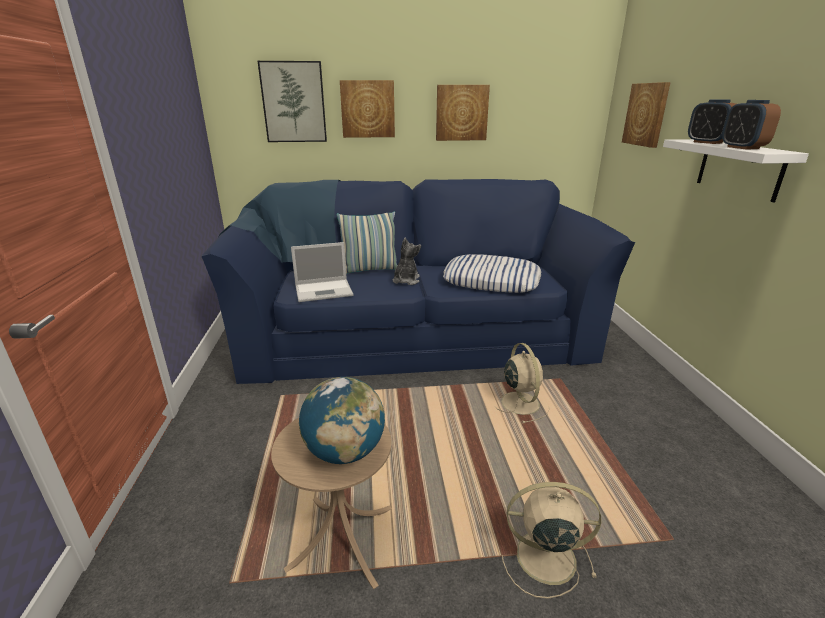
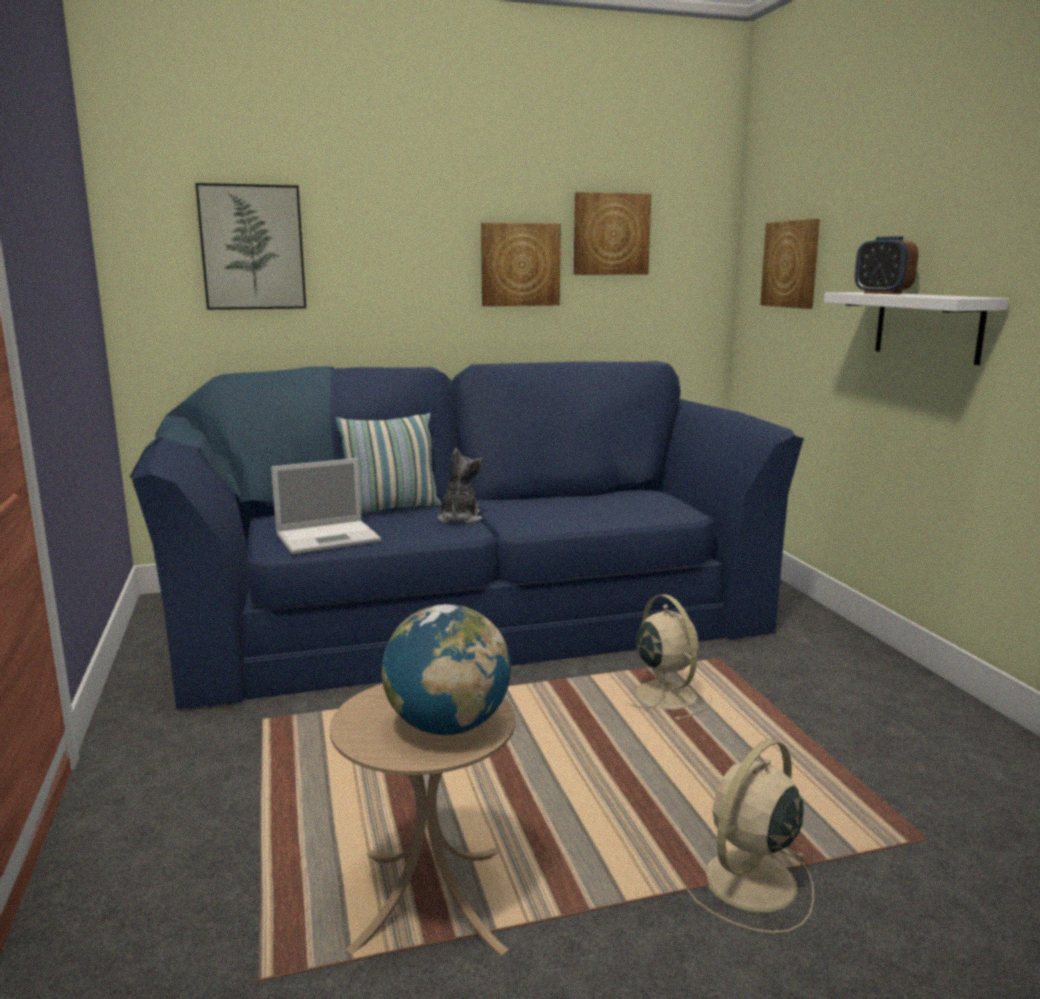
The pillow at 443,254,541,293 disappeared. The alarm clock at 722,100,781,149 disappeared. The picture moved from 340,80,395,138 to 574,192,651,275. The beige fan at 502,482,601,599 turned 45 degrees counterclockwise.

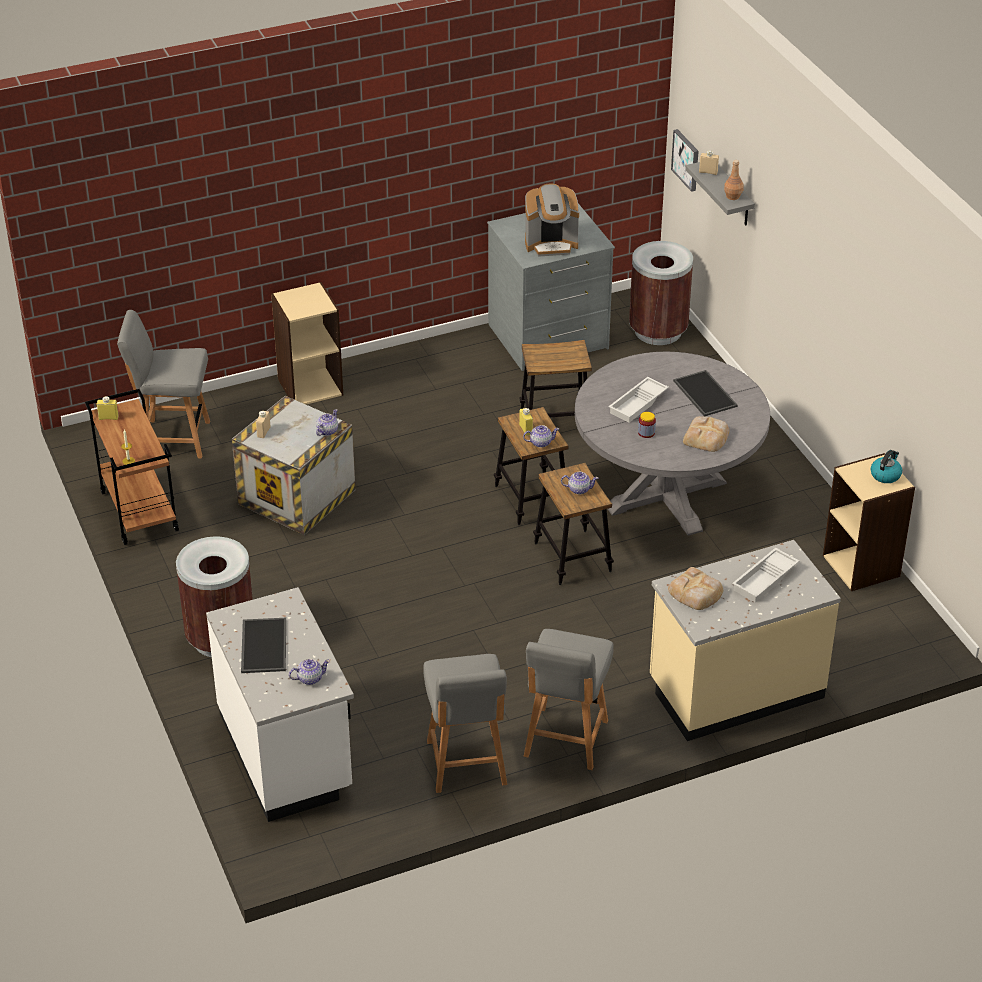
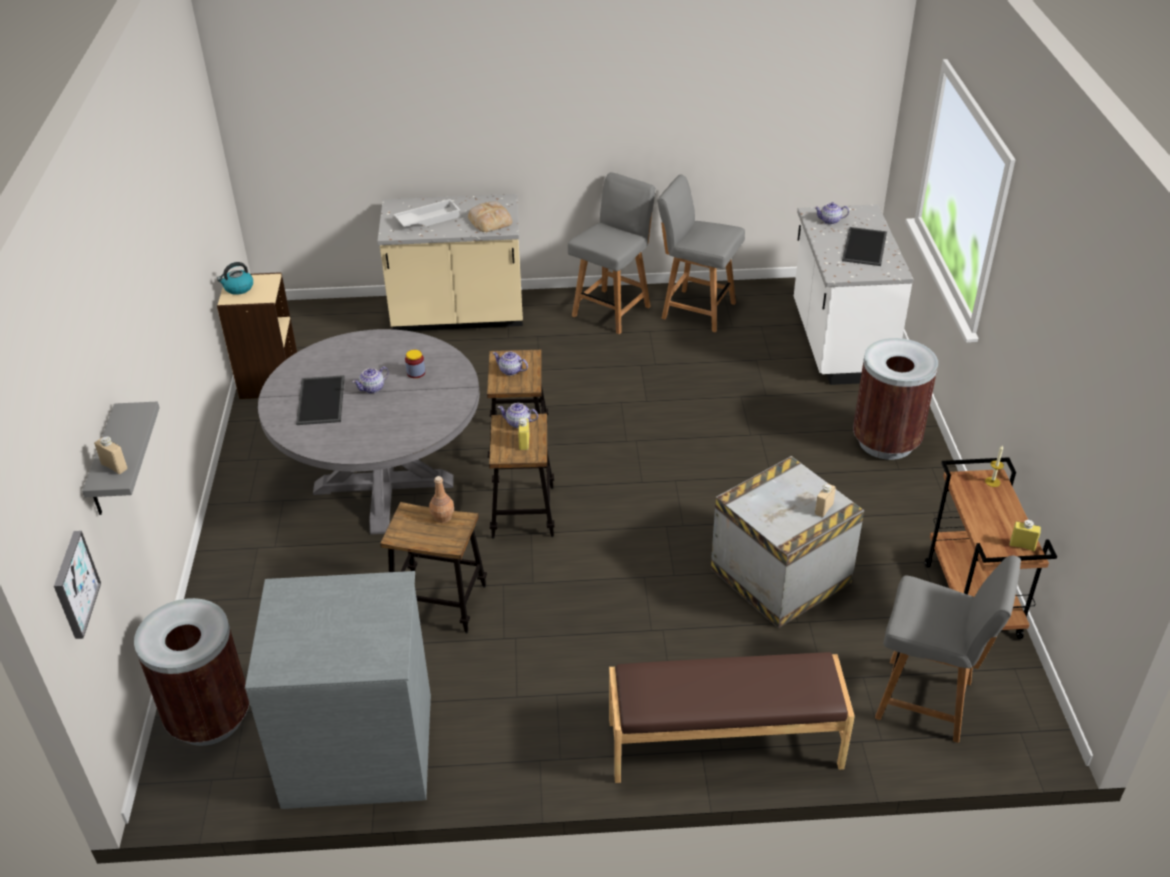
The coffee machine at 525,184,579,257 disappeared. The white tray at 608,377,669,423 disappeared. The bread at 683,416,729,452 disappeared. The teapot moved from 316,409,338,436 to 353,367,389,393. The brown bottle moved from 724,160,744,200 to 429,476,454,523. The beige bookcase at 271,282,343,404 was replaced by the brown bench at 609,652,855,783. The grey chair at 423,654,507,793 turned 75 degrees counterclockwise.

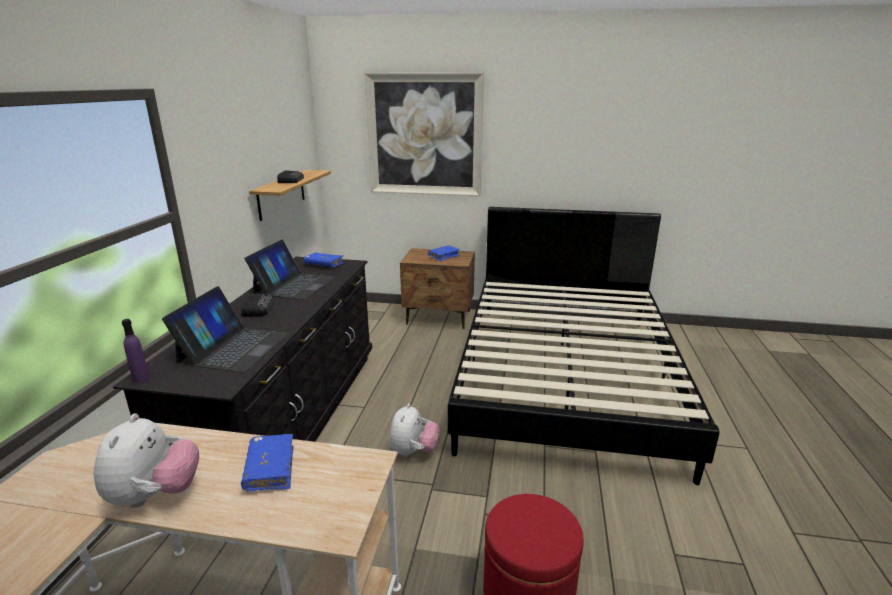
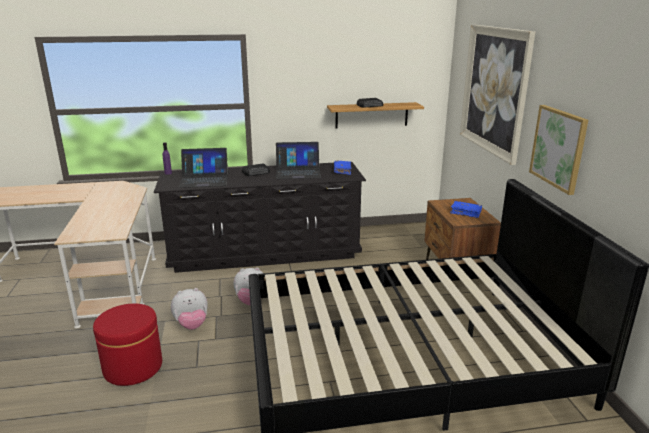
The blue book at 241,434,294,491 disappeared. The picture at 529,105,588,195 appeared. The plush toy moved from 94,414,199,508 to 171,288,208,330.

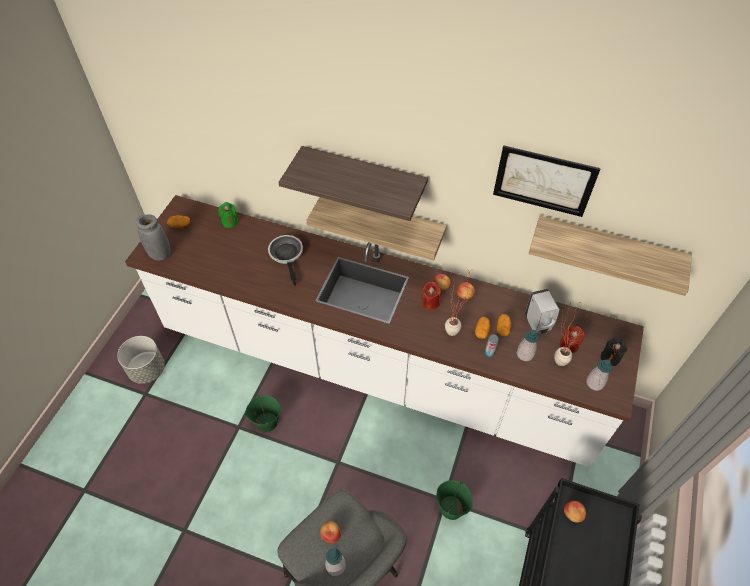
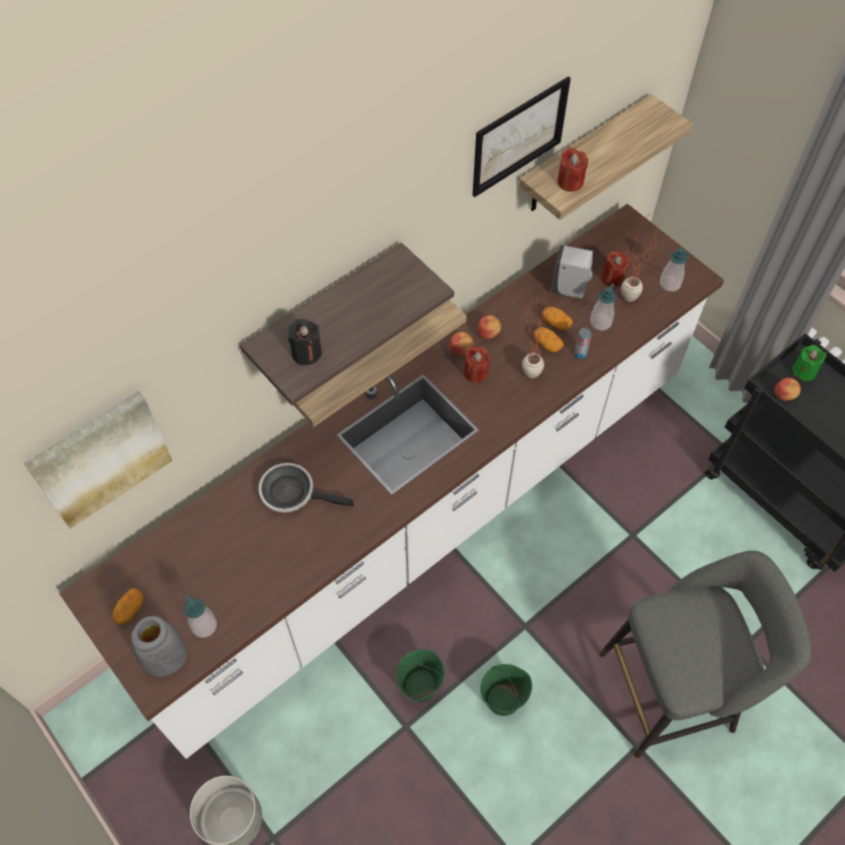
The apple at 320,521,341,543 disappeared. The picture at 24,391,172,529 appeared. The red candle at 557,147,588,192 appeared. The green candle moved from 218,202,238,228 to 792,345,826,381. The soap dispenser moved from 325,545,346,576 to 184,595,217,638. The green bucket moved from 436,480,473,520 to 480,664,532,716. The black candle moved from 600,338,627,366 to 288,319,322,365.

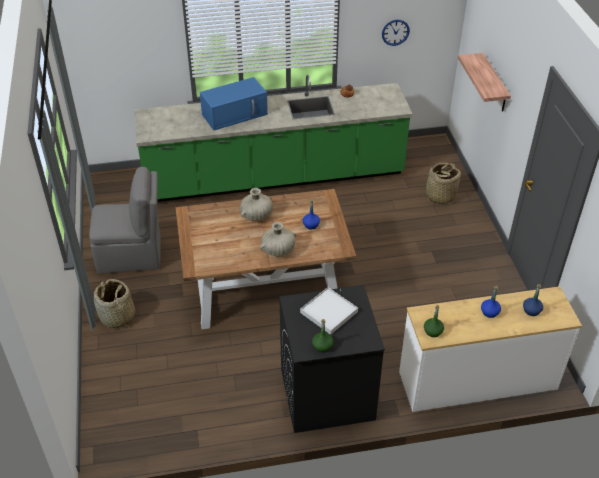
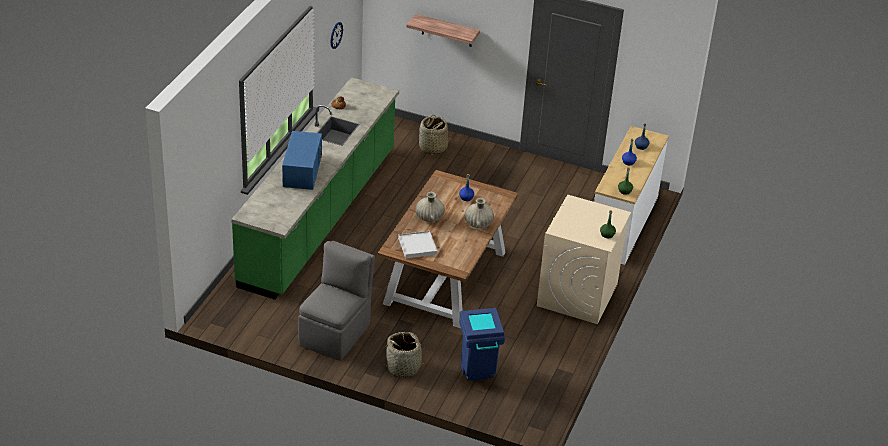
The blue trash can at 459,308,505,381 appeared. The white tray moved from 300,287,358,335 to 398,231,437,258. The black washing machine at 279,285,385,433 became the beige washing machine at 537,195,631,324.

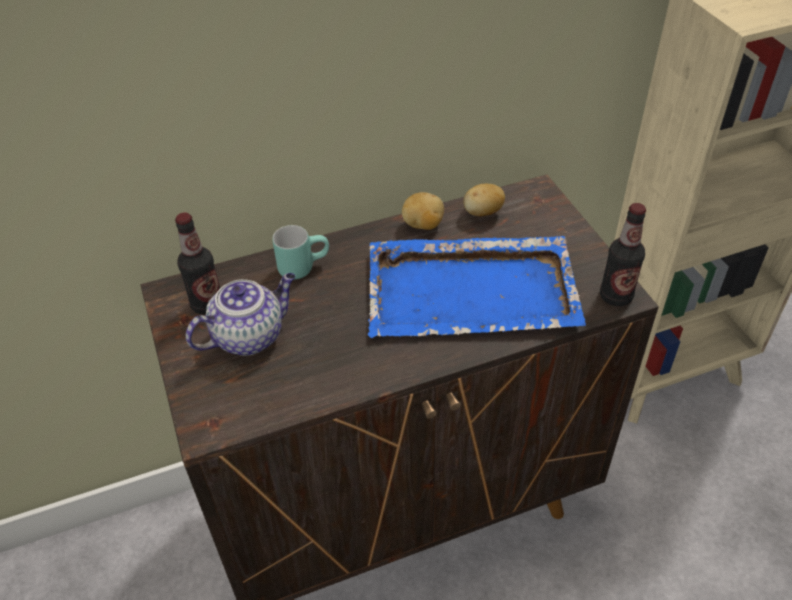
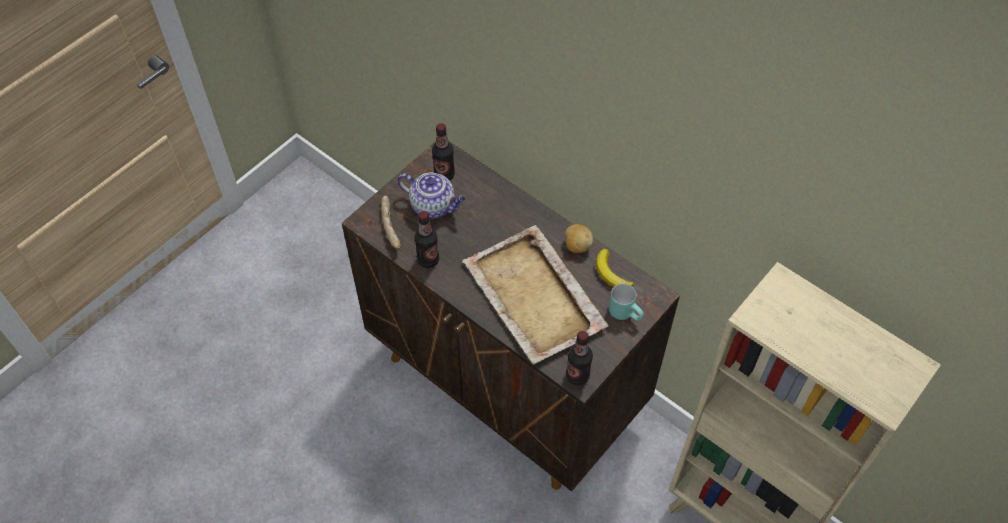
The bread at 381,195,401,250 appeared. The bottle at 414,211,439,268 appeared. The turquoise mug moved from 272,225,329,280 to 609,283,644,321. The potato at 463,184,505,216 was replaced by the banana at 596,249,634,287. The blue tray at 368,236,586,338 became the beige tray at 462,225,609,365.

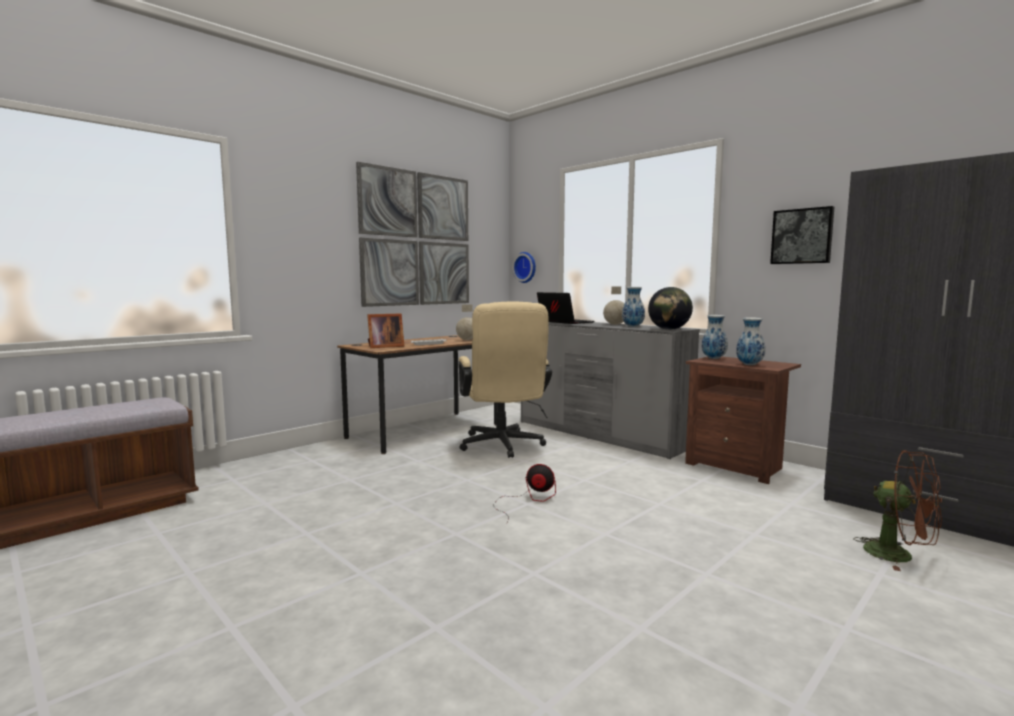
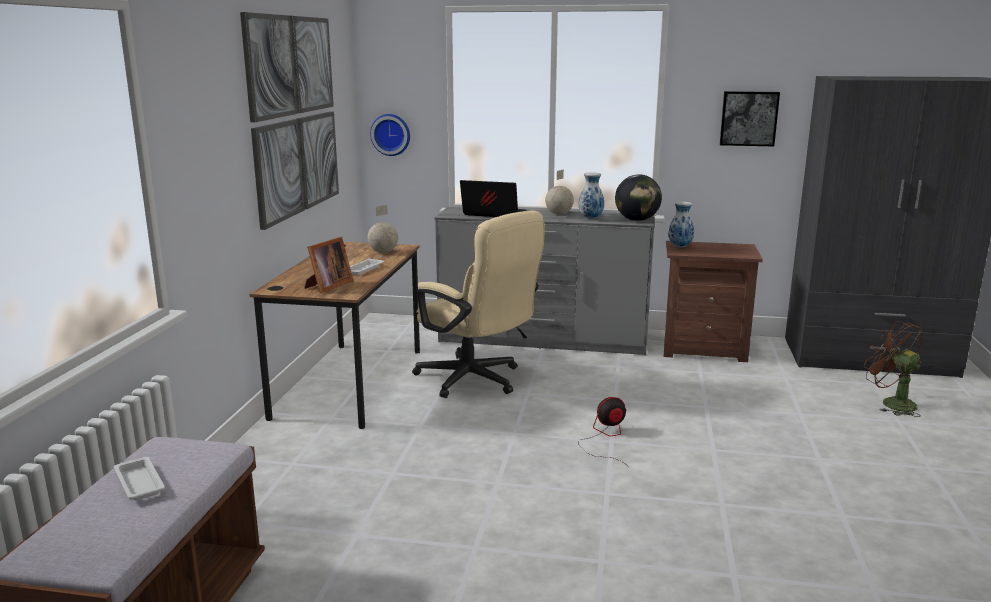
The vase at 736,317,765,365 disappeared. The white tray at 114,457,165,500 appeared. The brown fan at 853,450,942,571 turned 135 degrees counterclockwise.

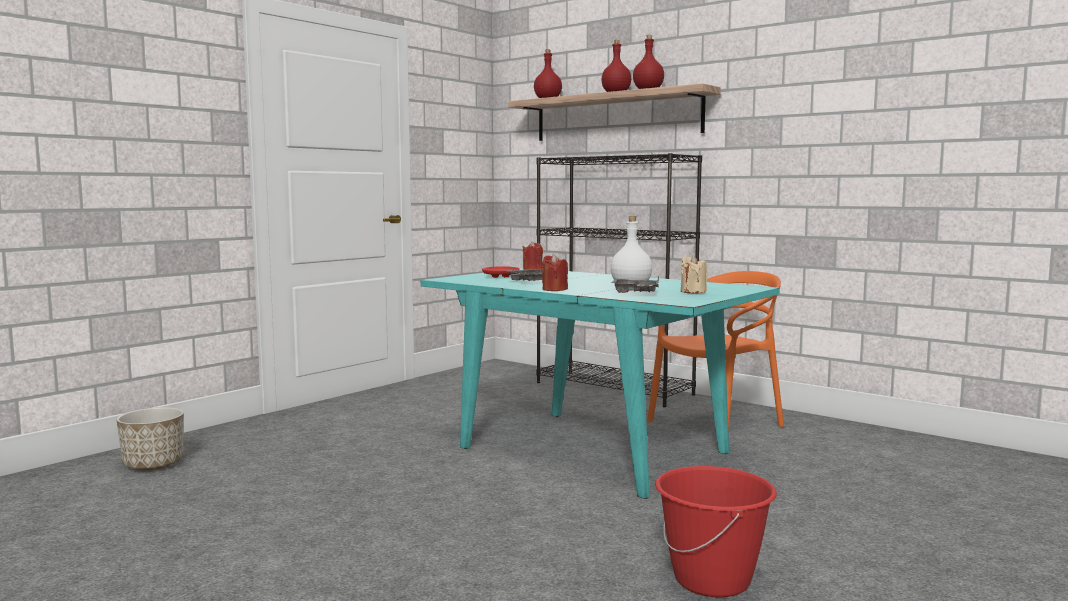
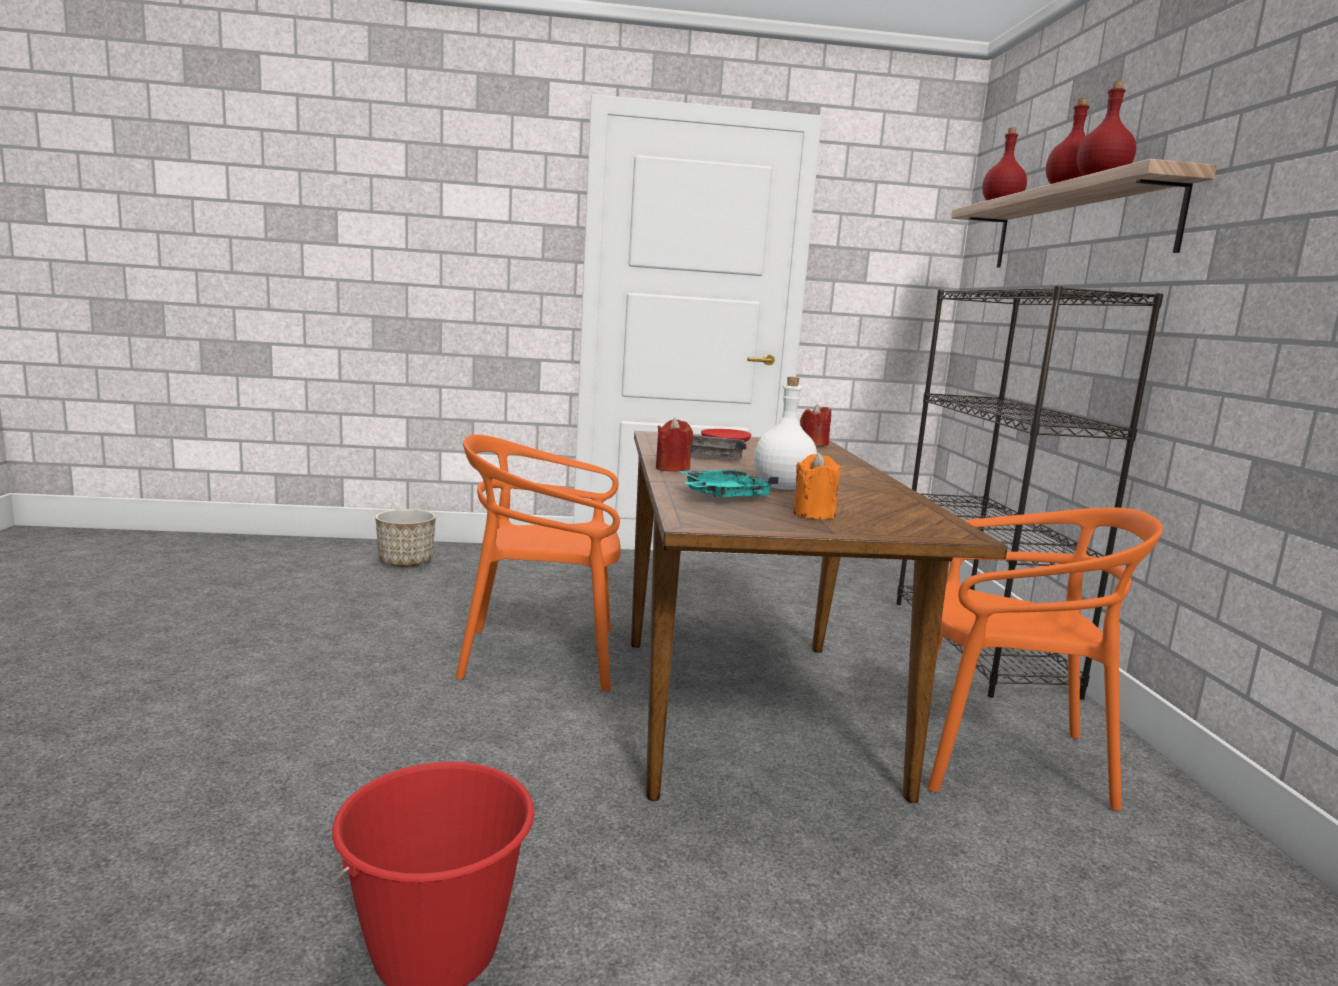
The orange chair at 456,435,621,692 appeared. The turquoise dining table at 421,268,780,499 became the brown dining table at 631,431,1008,803. The grey tray at 611,276,659,293 became the turquoise tray at 678,469,779,497. The beige candle at 681,255,708,293 became the orange candle at 793,452,840,519.

